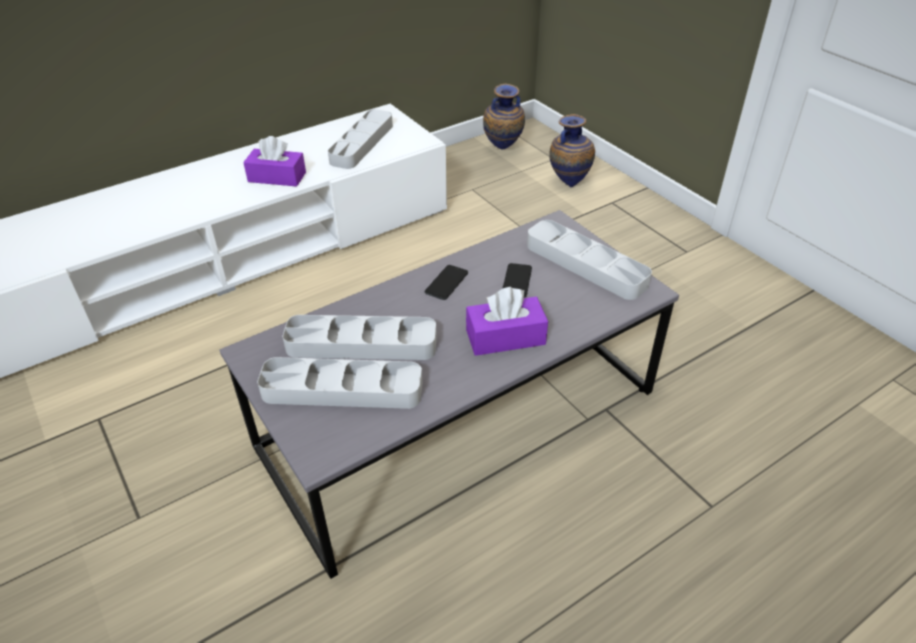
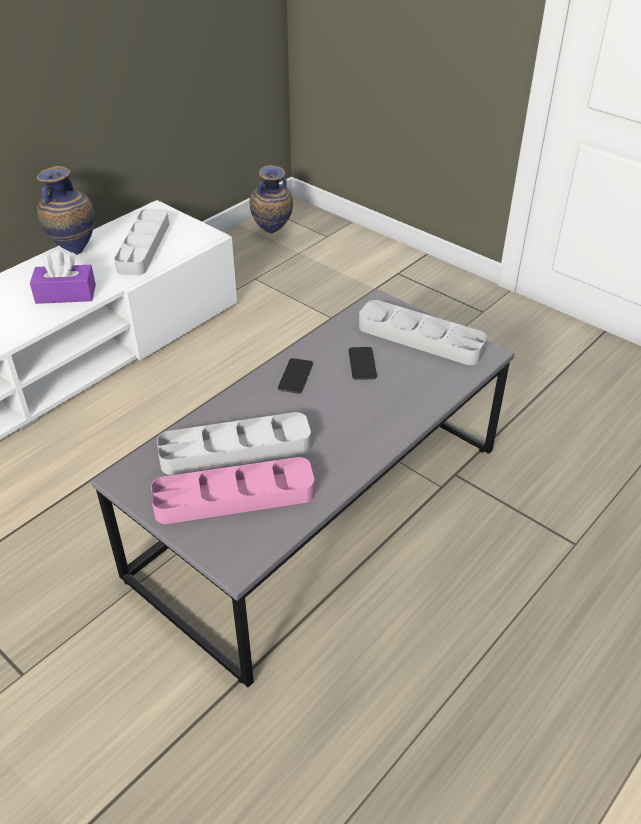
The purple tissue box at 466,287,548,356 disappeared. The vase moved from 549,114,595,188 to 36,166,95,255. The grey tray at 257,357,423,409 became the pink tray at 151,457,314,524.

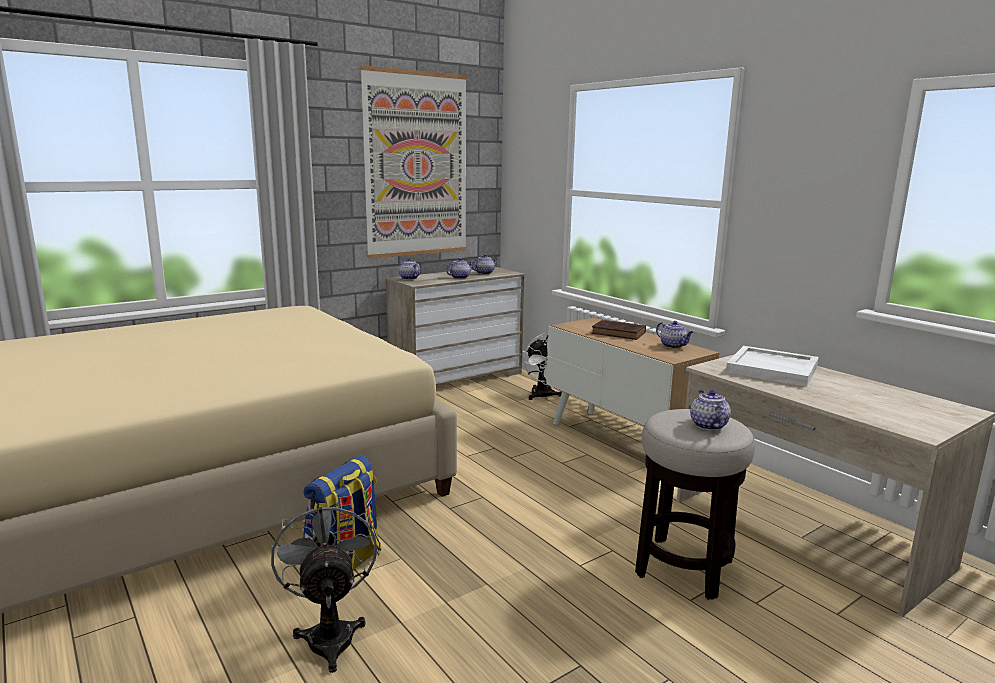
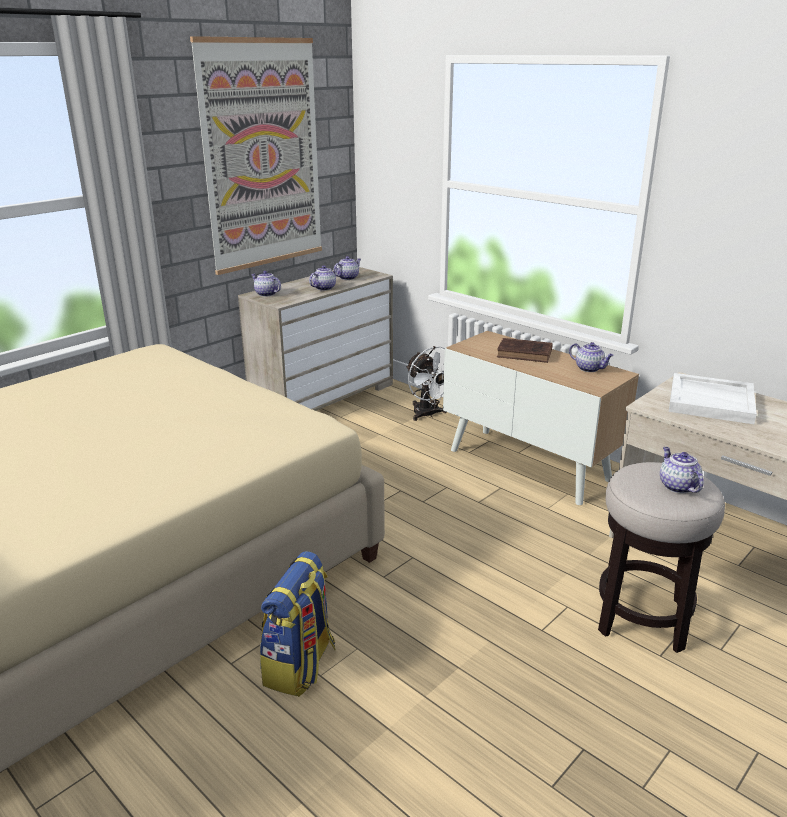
The grey fan at 271,499,377,673 disappeared.

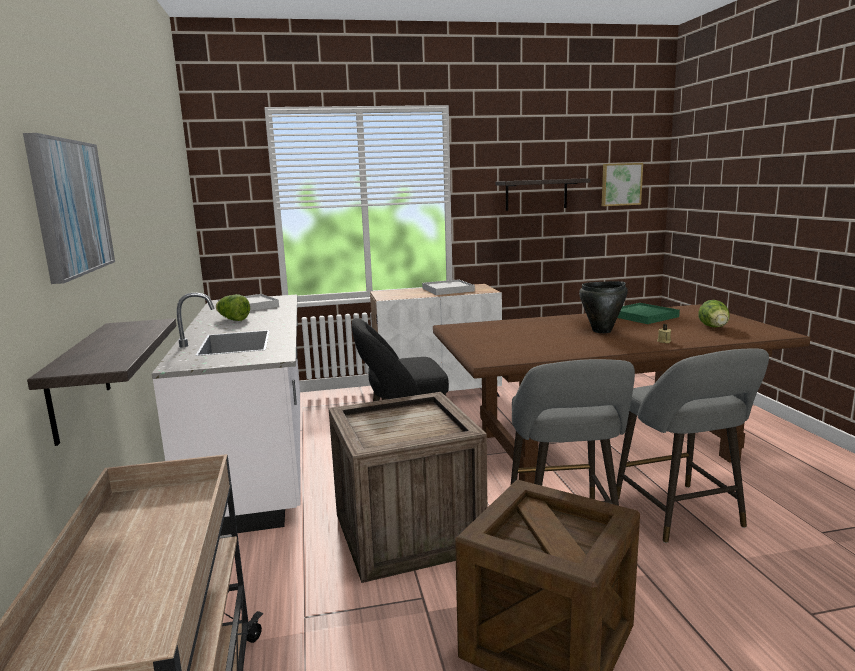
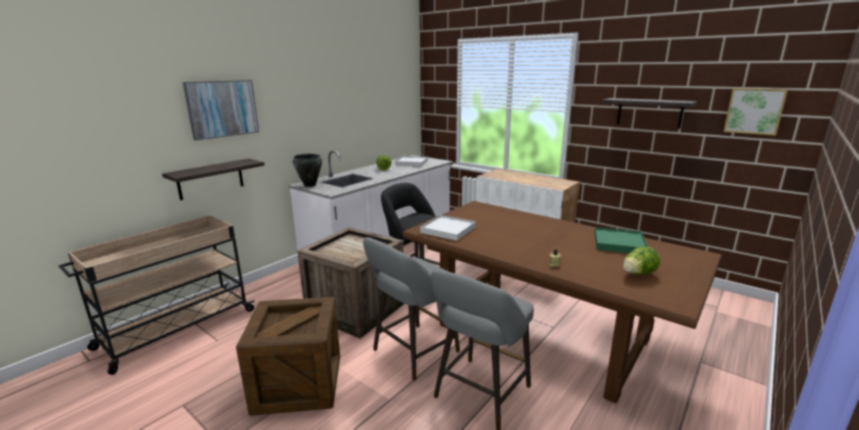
The white tray moved from 422,279,475,295 to 420,215,476,241. The black cooking pot moved from 579,281,628,333 to 293,154,322,187.

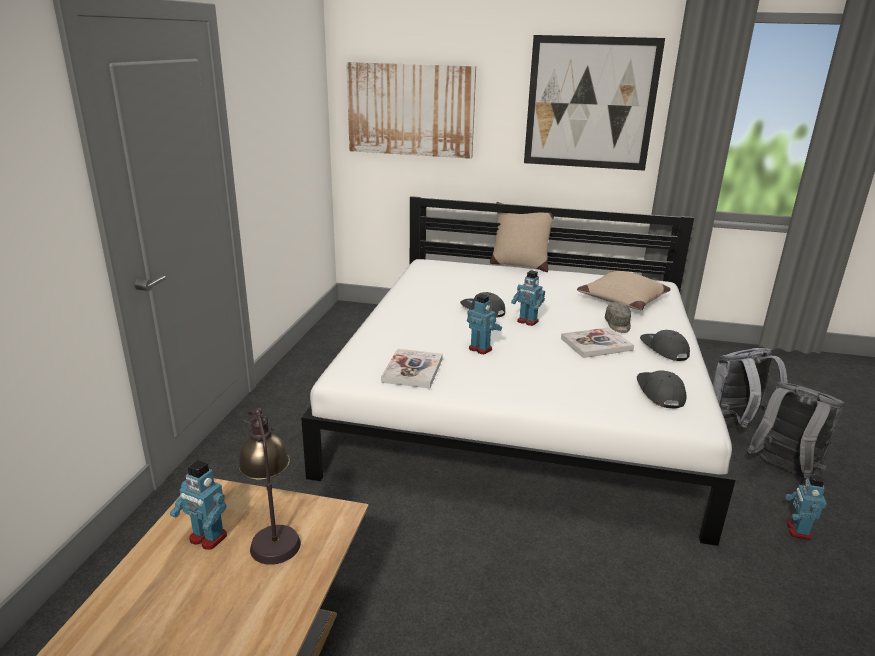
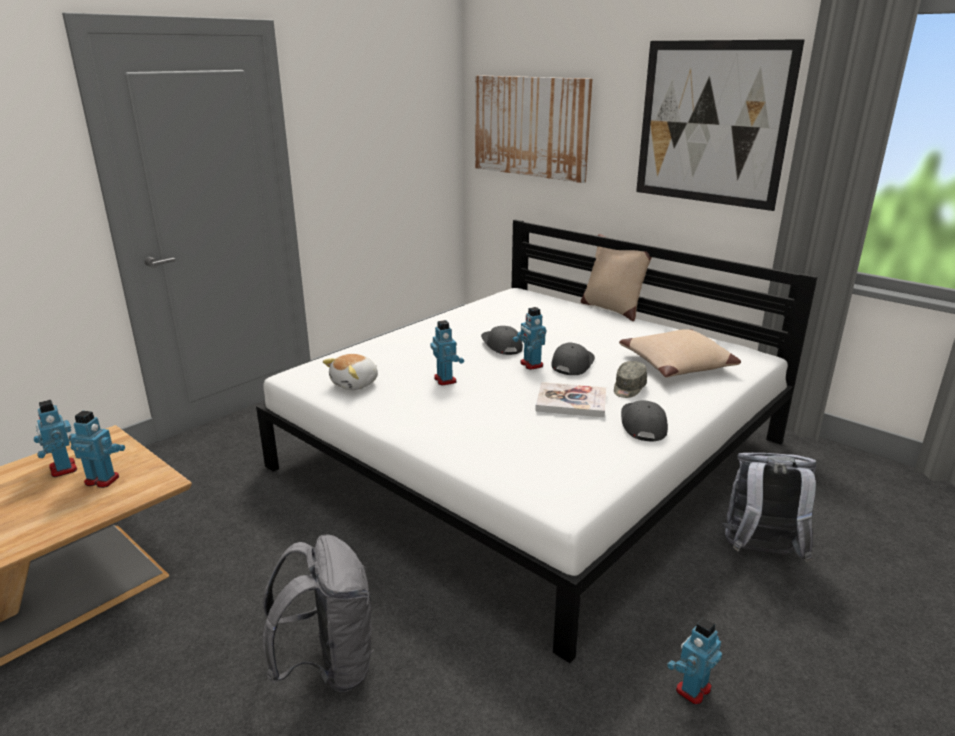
The grey cap moved from 637,370,686,408 to 551,343,595,375. The grey backpack moved from 747,381,845,479 to 262,534,374,692. The table lamp at 238,408,301,565 was replaced by the toy robot at 69,411,125,488. The book at 381,349,443,388 was replaced by the plush toy at 323,354,378,390.

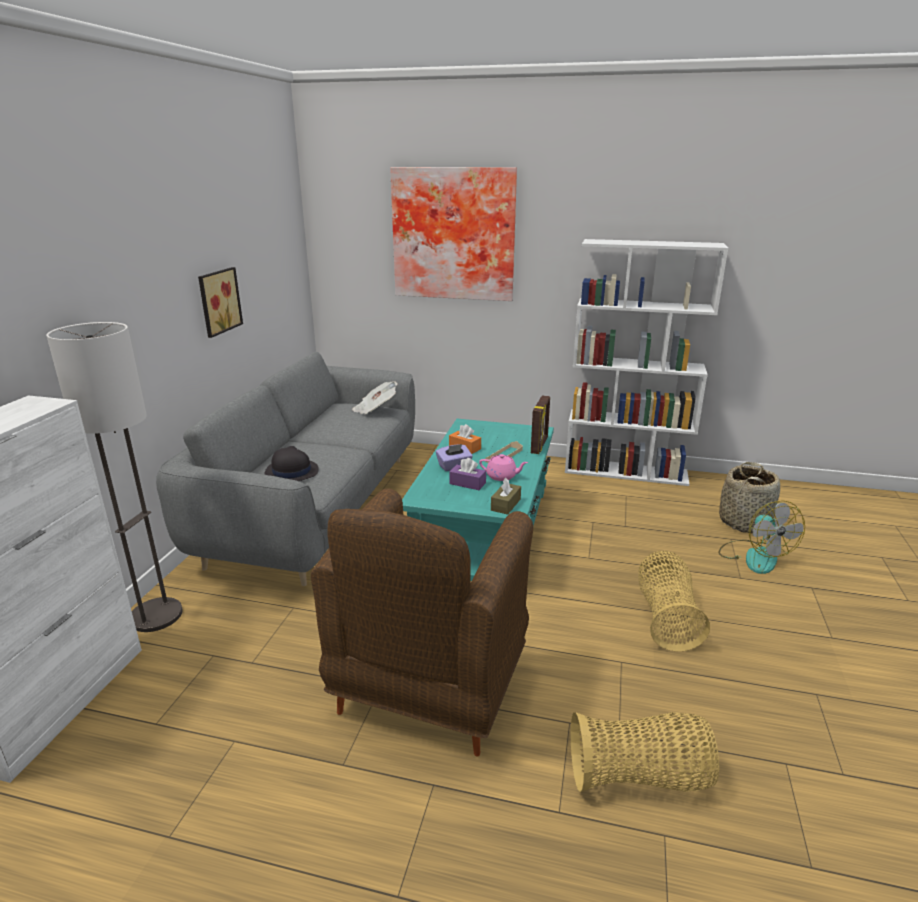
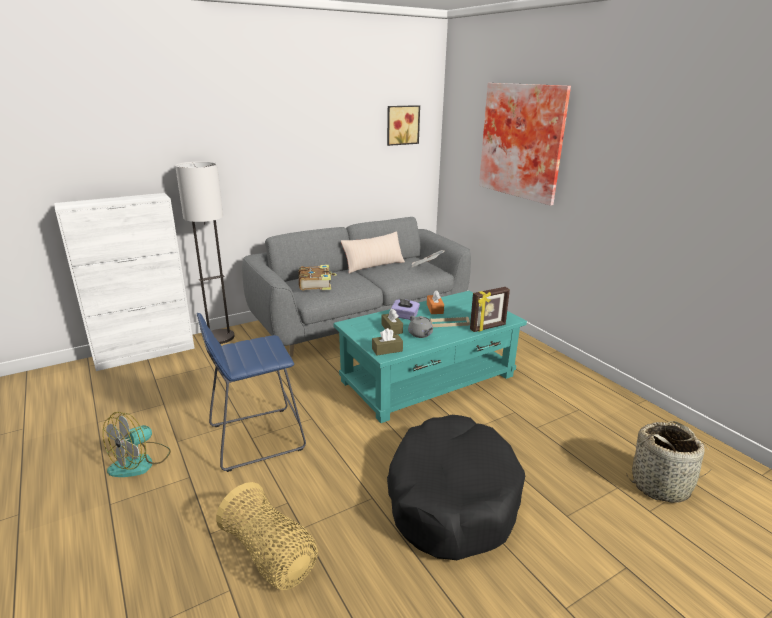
The white bookcase at 565,239,728,486 disappeared. The beige pillow at 341,231,405,274 appeared. The picture moved from 198,267,243,338 to 387,105,420,146. The fan moved from 719,500,805,574 to 103,412,171,477. The black hat at 265,446,319,481 was replaced by the book at 299,265,337,291. The brown armchair at 311,488,533,757 was replaced by the blue stool at 197,313,306,472. The basket at 638,551,710,651 was replaced by the black dog bed at 387,415,525,560. The purple tissue box at 449,458,486,490 became the brown tissue box at 381,309,403,335. The pink teapot at 479,454,528,481 became the grey teapot at 408,316,433,338.

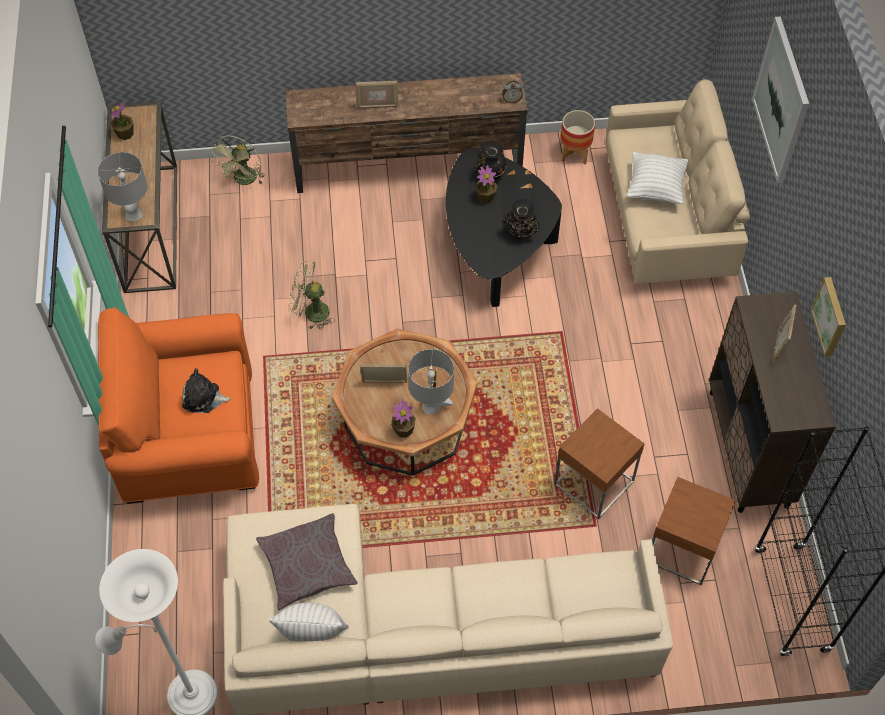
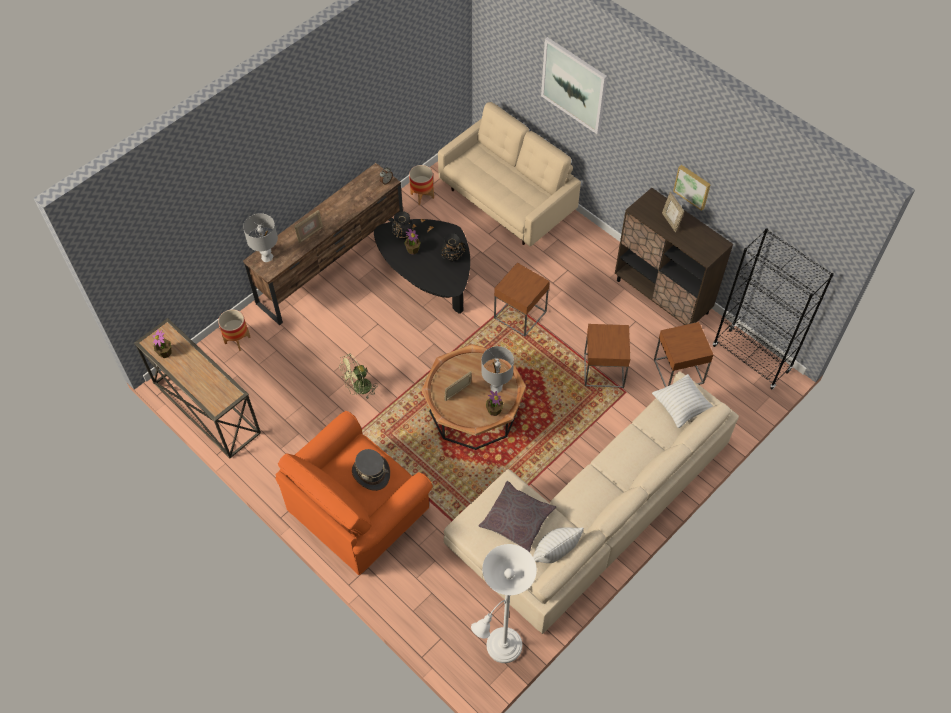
The brown side table at 494,263,550,336 appeared. The grey table lamp moved from 98,152,147,221 to 243,213,278,262. The white pillow moved from 627,152,688,204 to 652,374,713,428. The plush toy at 182,368,231,413 was replaced by the grey hat at 352,449,390,491. The green fan at 211,136,265,185 was replaced by the planter at 218,309,251,351.

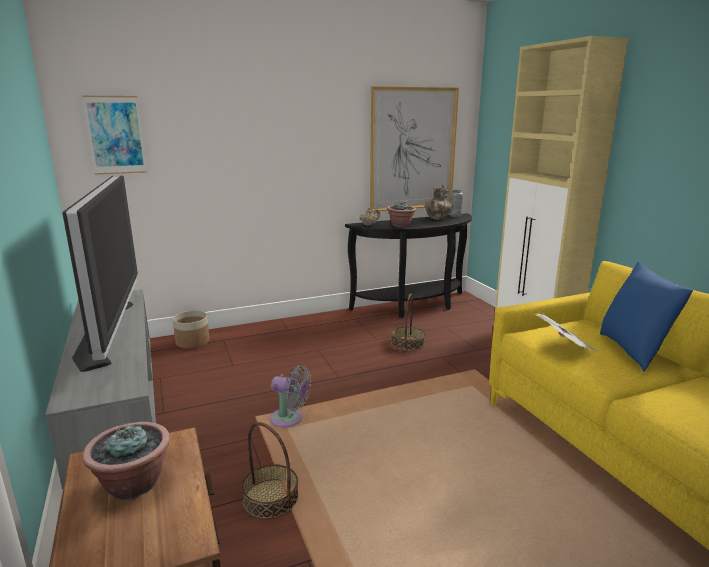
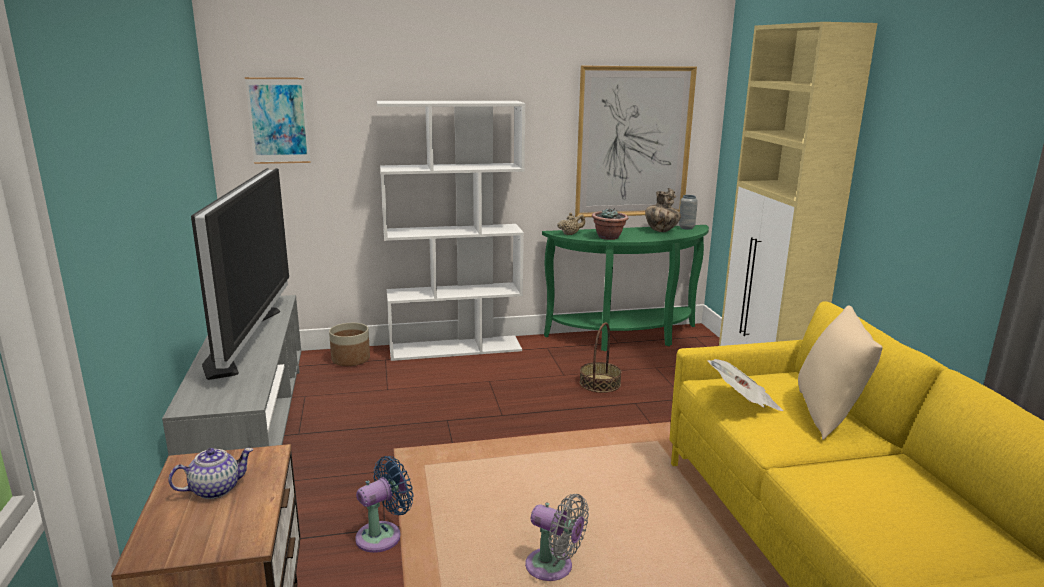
The white bookcase at 377,101,526,361 appeared. The grey fan moved from 270,365,311,427 to 525,494,589,581. The potted plant at 82,422,170,500 was replaced by the teapot at 168,448,253,499. The basket at 241,422,298,519 was replaced by the blue fan at 355,456,413,553. The black console table at 345,213,472,318 became the green console table at 542,225,709,351. The blue pillow at 600,261,693,371 became the beige pillow at 798,305,882,440.

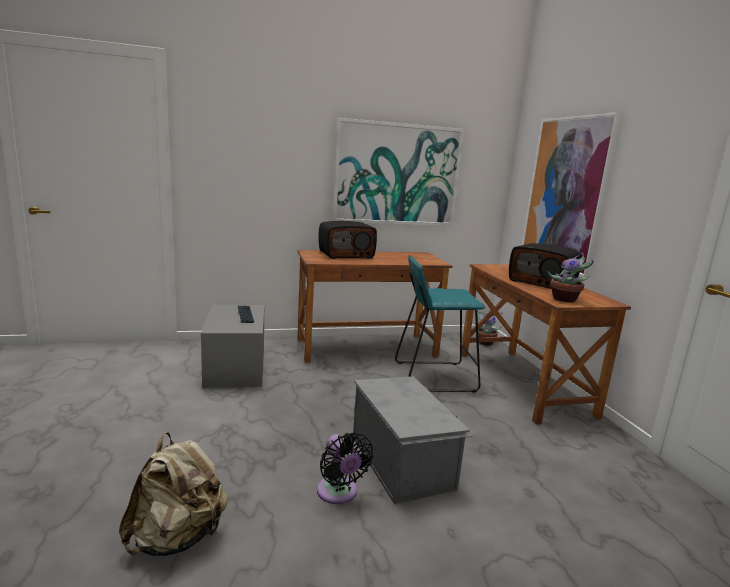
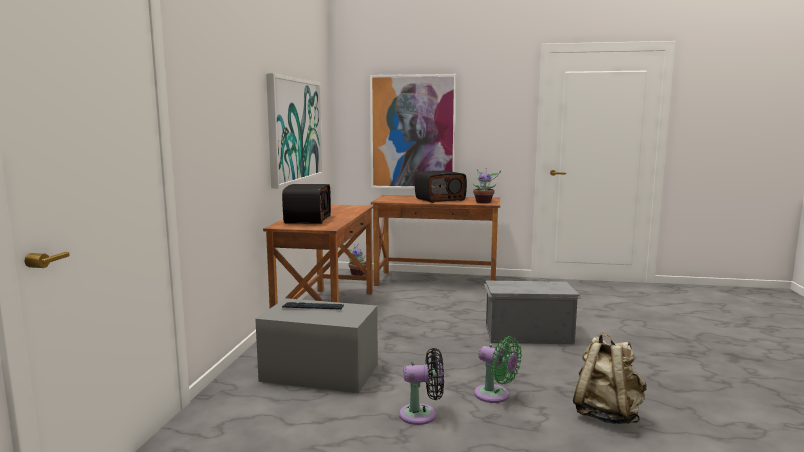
The turquoise stool at 395,255,485,393 disappeared. The green fan at 474,336,522,403 appeared. The black fan moved from 317,432,374,504 to 399,348,444,425.

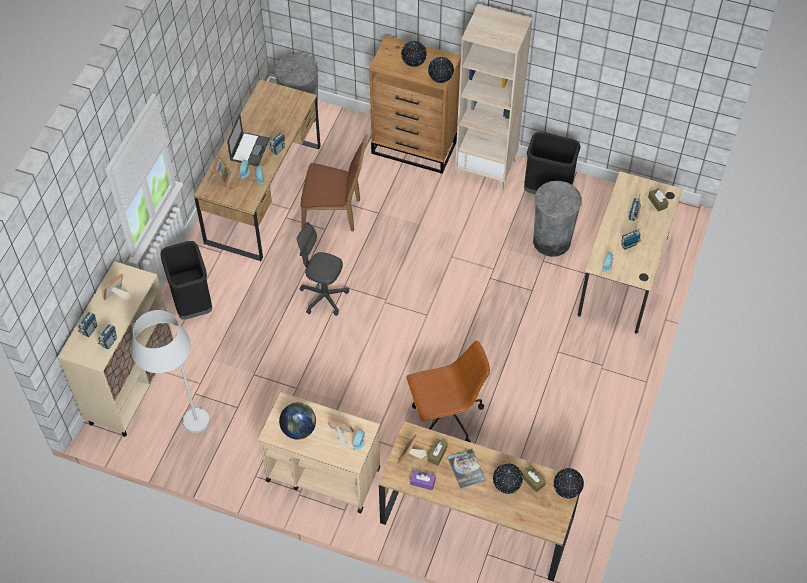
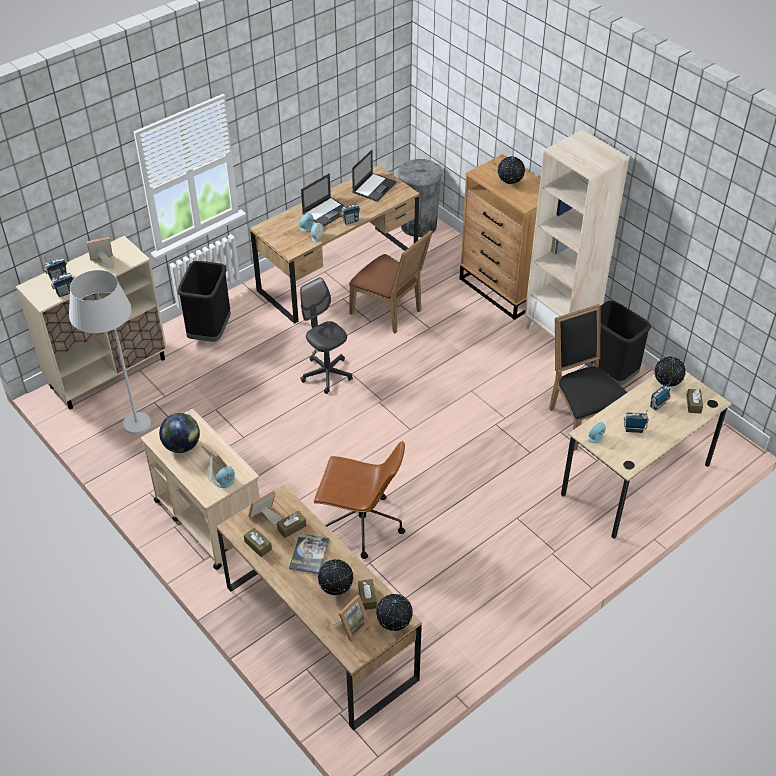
The laptop at 352,150,396,202 appeared. The picture frame moved from 208,154,231,188 to 333,595,370,642. The globe moved from 428,57,454,83 to 655,357,686,387. The grey trash can at 533,181,582,257 was replaced by the black chair at 549,304,627,451. The purple tissue box at 410,470,436,490 became the brown tissue box at 244,528,272,557.

